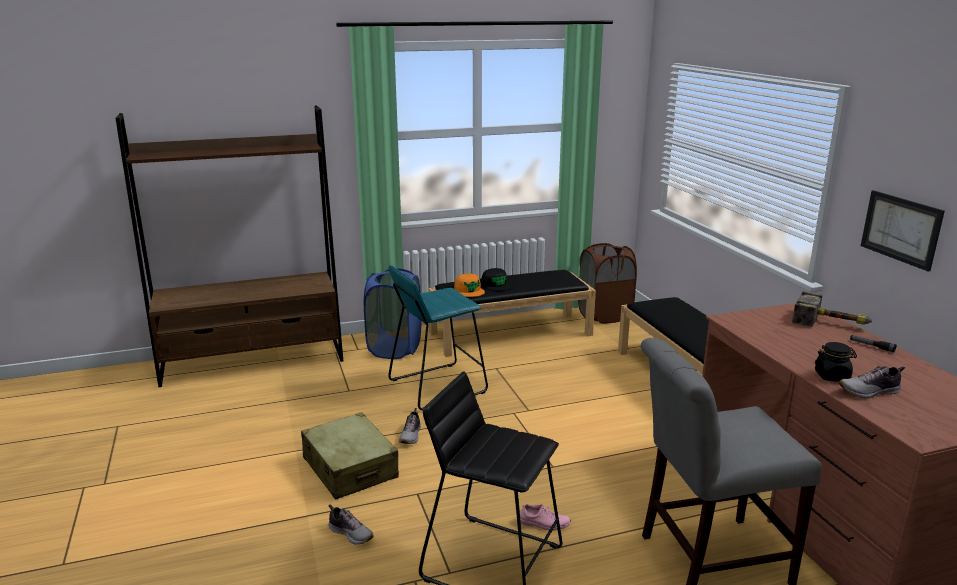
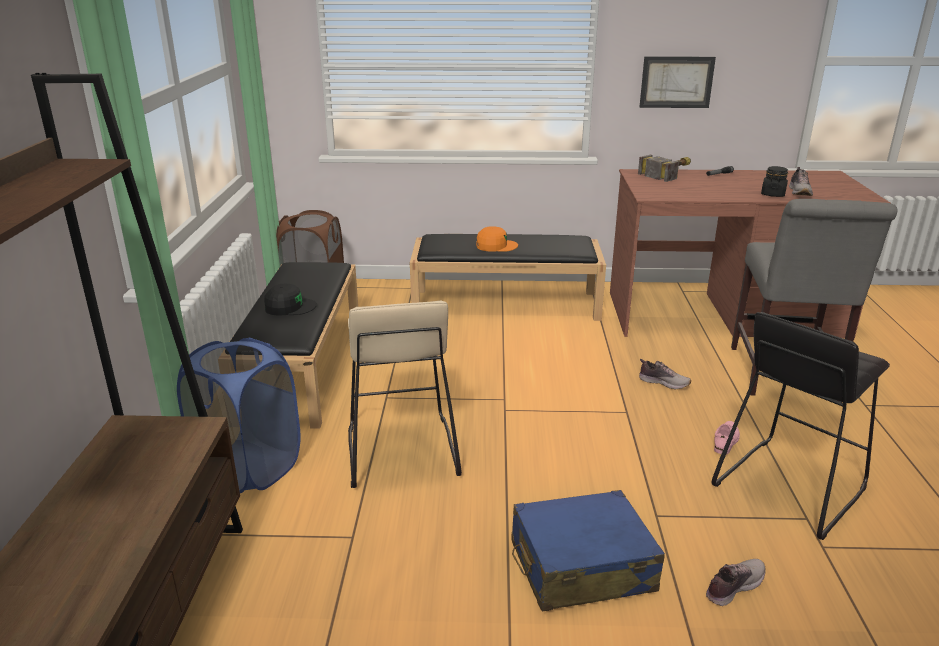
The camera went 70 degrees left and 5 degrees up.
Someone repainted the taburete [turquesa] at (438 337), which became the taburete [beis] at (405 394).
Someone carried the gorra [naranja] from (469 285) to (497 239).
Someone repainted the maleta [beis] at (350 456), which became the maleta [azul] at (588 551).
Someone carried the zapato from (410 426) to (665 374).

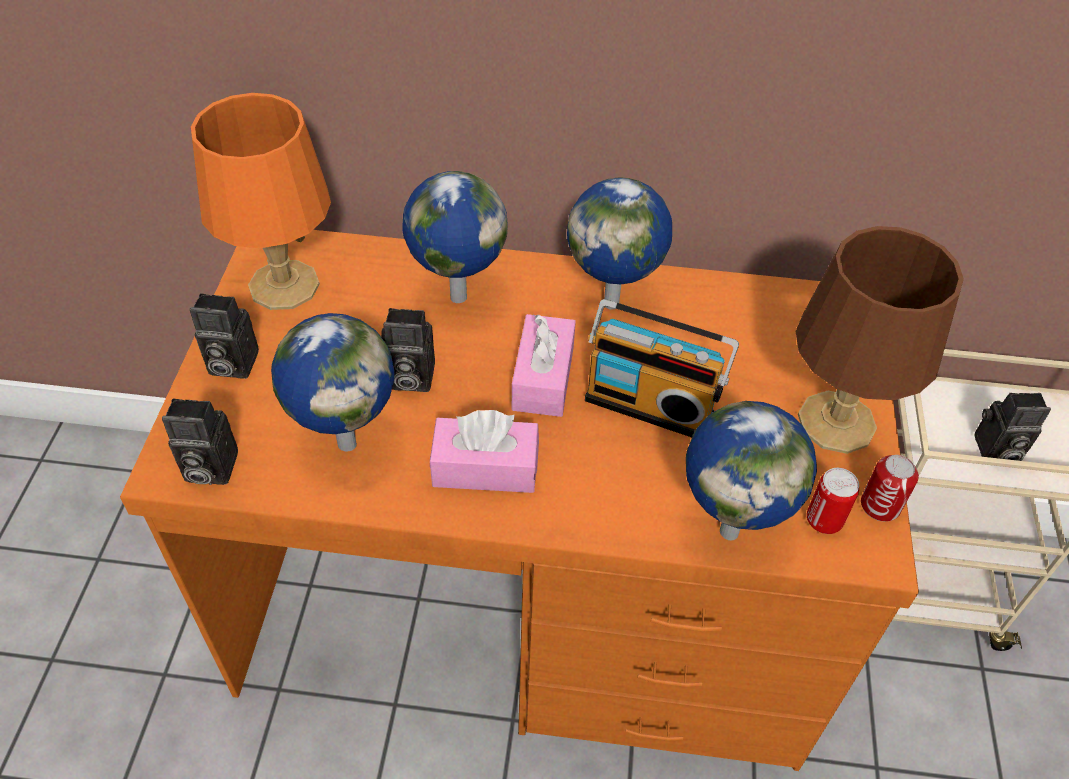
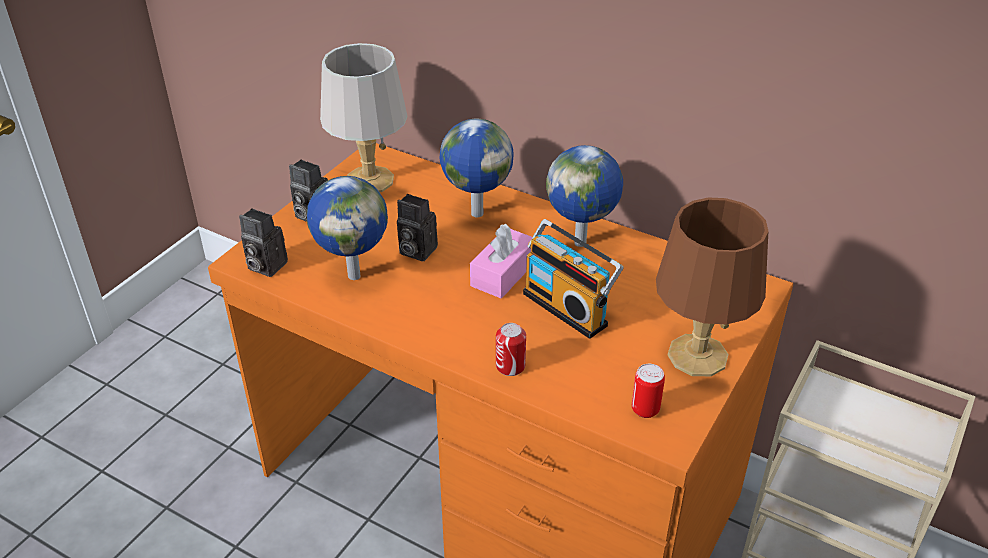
The camera went 25 degrees right and 10 degrees down.
Someone repainted the lámpara de mesa [naranja] at (261 201), which became the lámpara de mesa [gris] at (364 117).
Someone carried the lata from (890 488) to (511 349).
Someone took away the caja de pañuelos [rosa] at (484 451).
Someone took away the globo terráqueo at (751 470).
Someone took away the cámara at (1012 427).

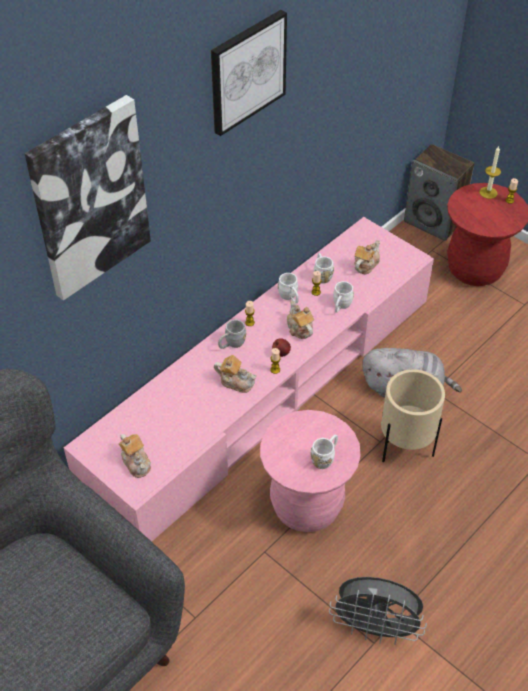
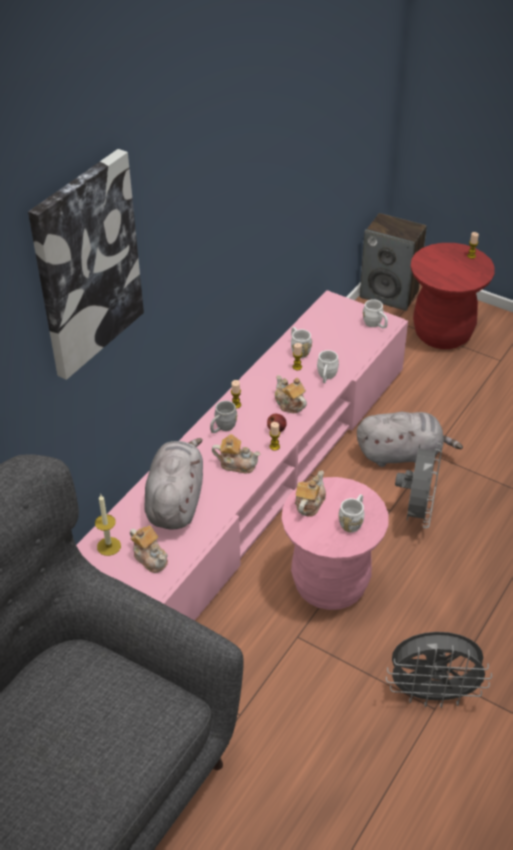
The camera went 10 degrees left and 5 degrees down.
Someone carried the vela from (490 172) to (108 525).
Someone put down the peluche [gris] at (173 483).
Someone carried the tetera from (367 257) to (310 494).
Someone carried the taza grande [blanco] from (288 288) to (375 314).
Someone swapped the maceta [beis] at (413 416) for the ventilador [gris] at (419 485).
Someone took away the cuadro at (249 73).

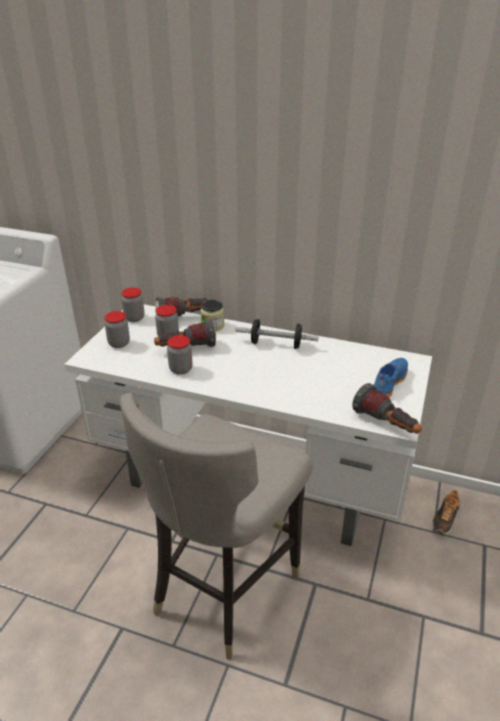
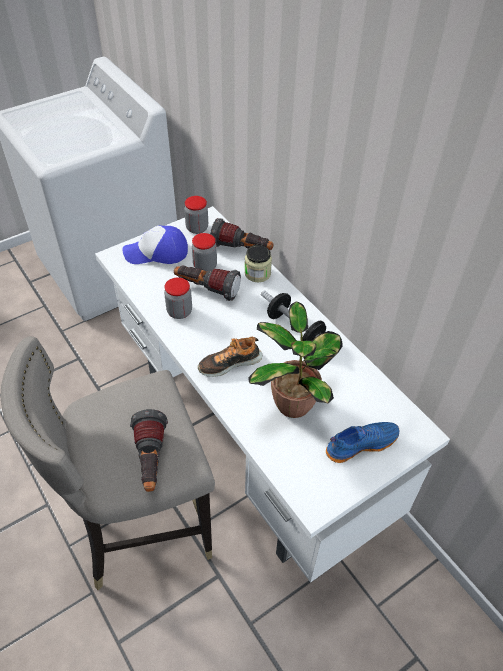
The camera went 35 degrees right and 15 degrees up.
Someone swapped the tarro at (117 329) for the gorra at (155 244).
Someone carried the linterna from (387 408) to (149 450).
Someone carried the zapato from (446 512) to (230 356).
Someone put down the planta en maceta at (295 360).

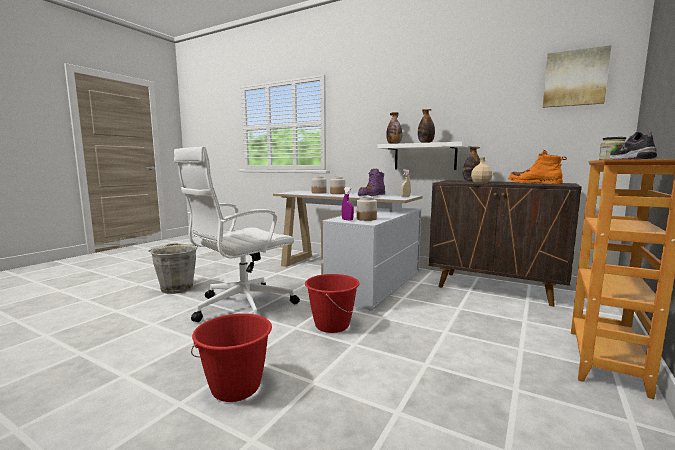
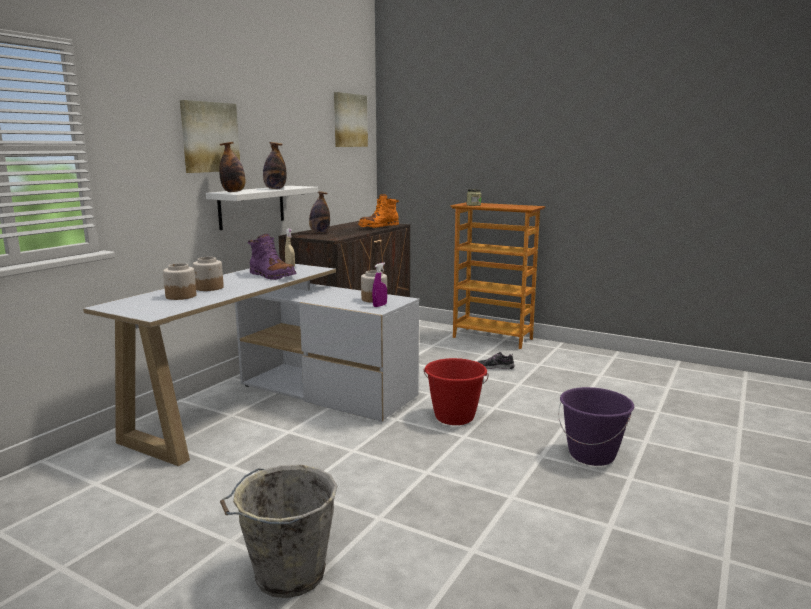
The camera went 90 degrees left and 5 degrees up.
Someone put up the cuadro at (210 136).
Someone carried the zapato from (633 145) to (495 360).
Someone repainted the cubo [rojo] at (231 357), which became the cubo [morado] at (596 426).
Someone took away the silla de oficina [blanco] at (237 234).
Someone took away the botella [beis] at (481 170).

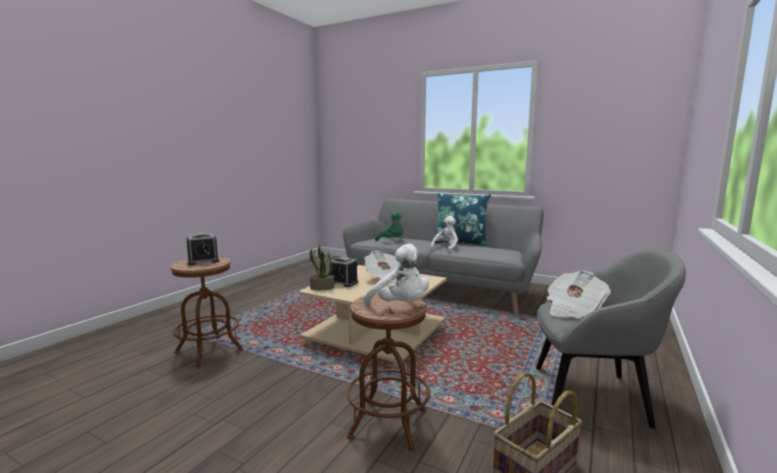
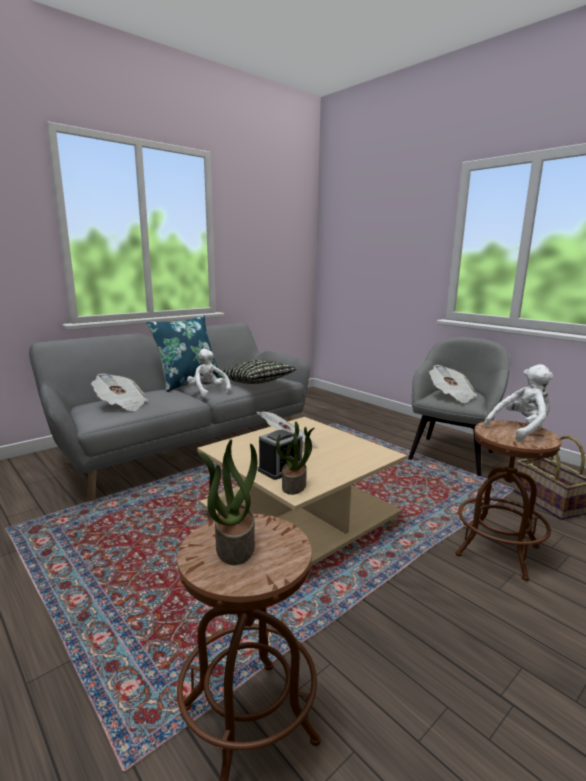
The camera went 70 degrees left and 5 degrees up.
Someone swapped the peluche [verde] at (389 226) for the periódico at (119 392).
Someone swapped the despertador at (203 249) for the planta en maceta at (227 502).
Someone put down the cojín at (260 371).

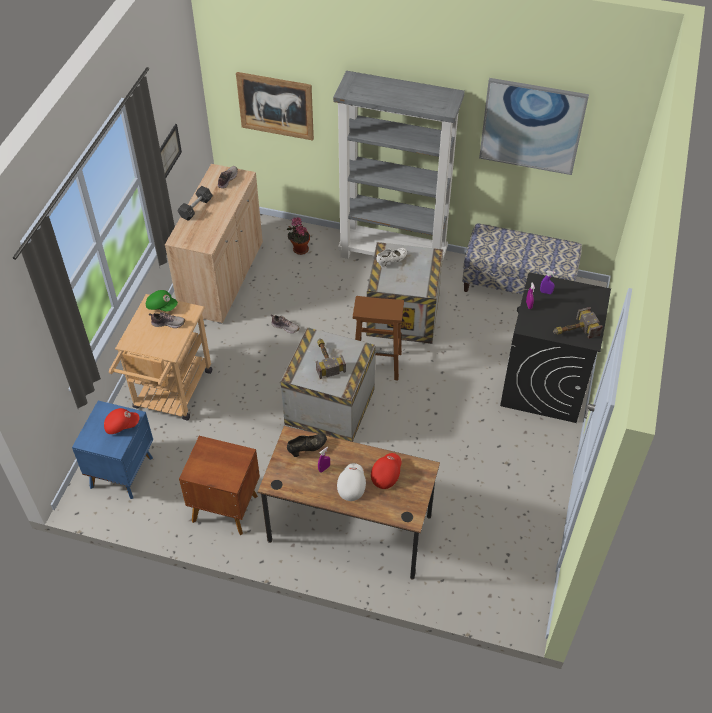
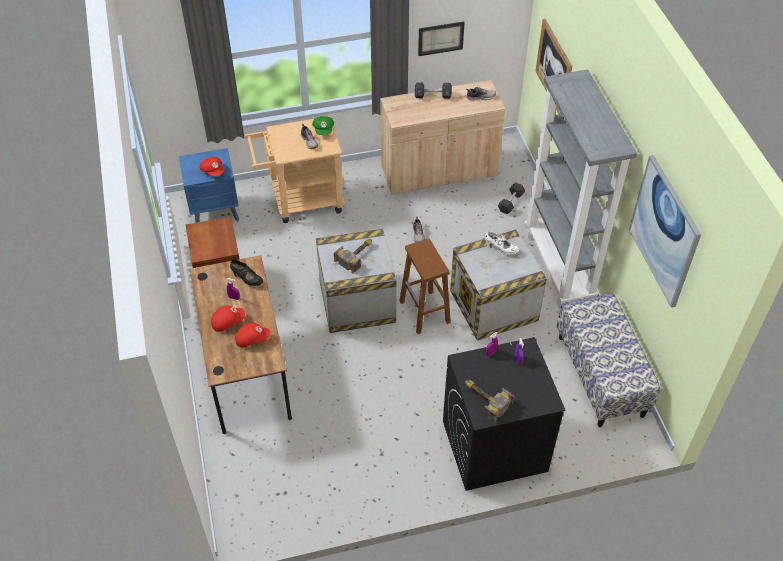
The camera went 60 degrees right and 0 degrees up.
Someone repainted the gorra [blanco] at (351 482), which became the gorra [rojo] at (228 318).
Someone swapped the planta en maceta at (298 236) for the mancuerna [negro] at (511 198).

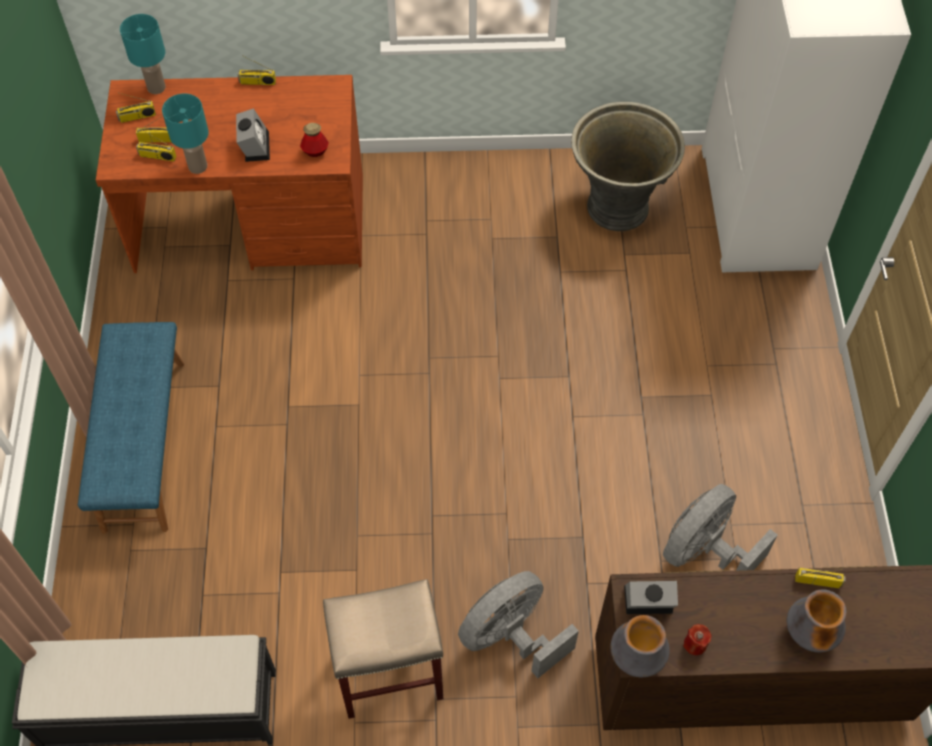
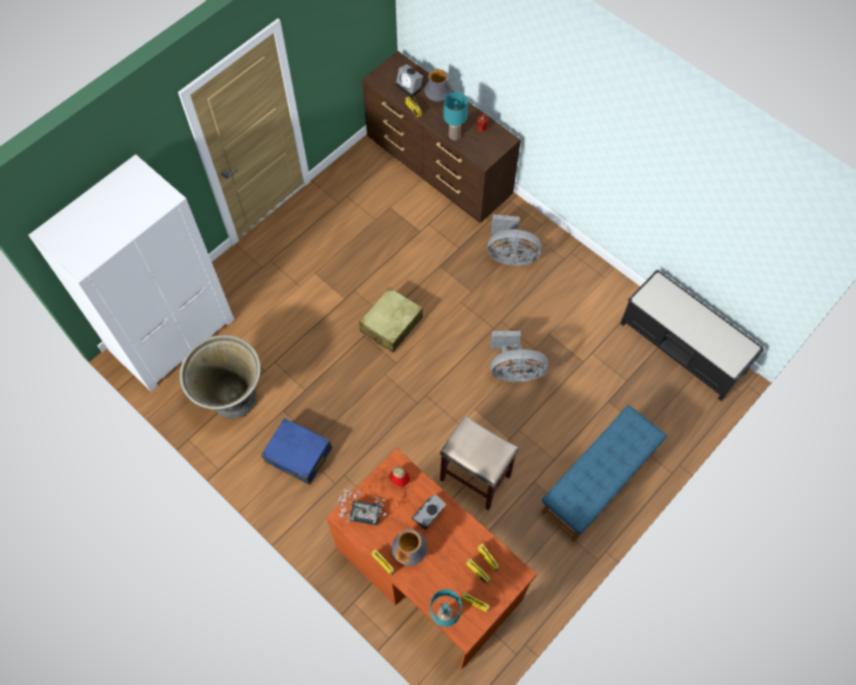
The camera went 135 degrees left and 5 degrees up.
Someone put down the maleta [azul] at (296 451).
Someone put down the planta en maceta at (362 507).
Someone put down the maleta [beis] at (391 320).
Someone carried the florero from (640 646) to (409 547).
Someone carried the despertador from (651 597) to (409 81).
Someone carried the taburete [beis] from (383 649) to (479 463).
Someone carried the lámpara de mesa [turquesa] from (185 134) to (455 116).
Someone carried the ventilador [gris] from (720 527) to (519 356).

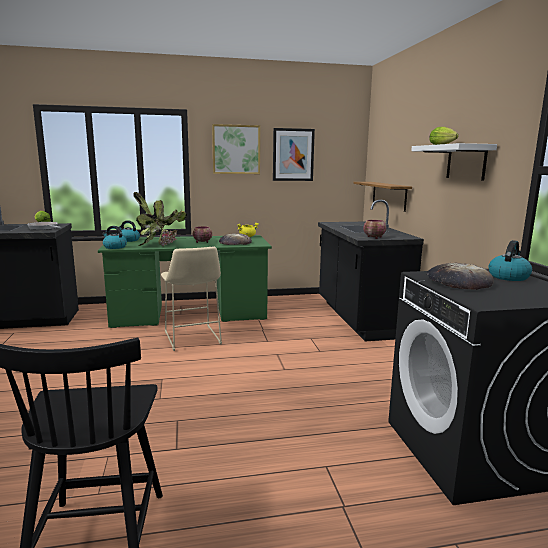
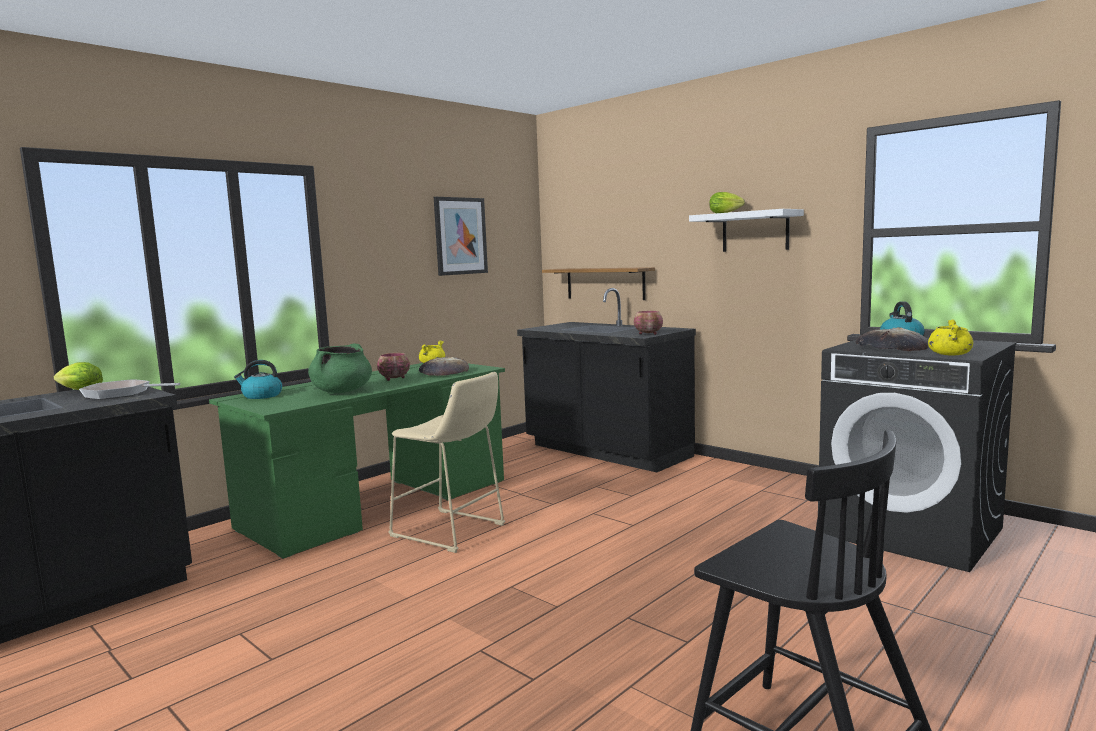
The camera went 35 degrees left and 5 degrees down.
Someone swapped the planta en maceta at (160 219) for the olla [verde] at (340 368).
Someone put down the olla [amarillo] at (950 337).
Someone took away the hervidor at (115 237).
Someone took away the cuadro at (236 149).

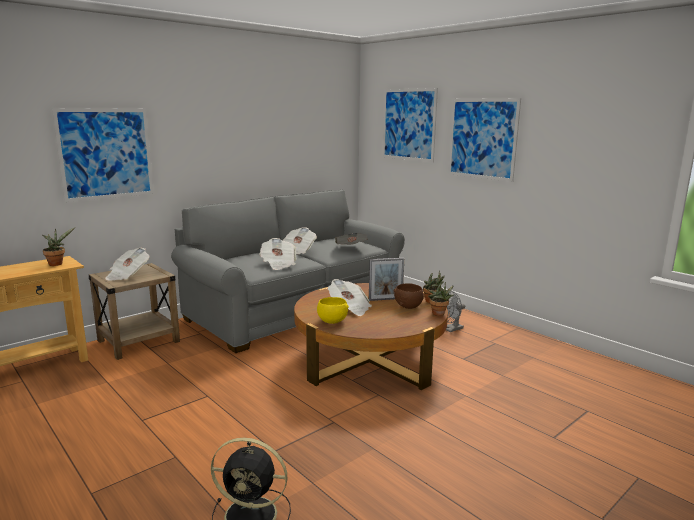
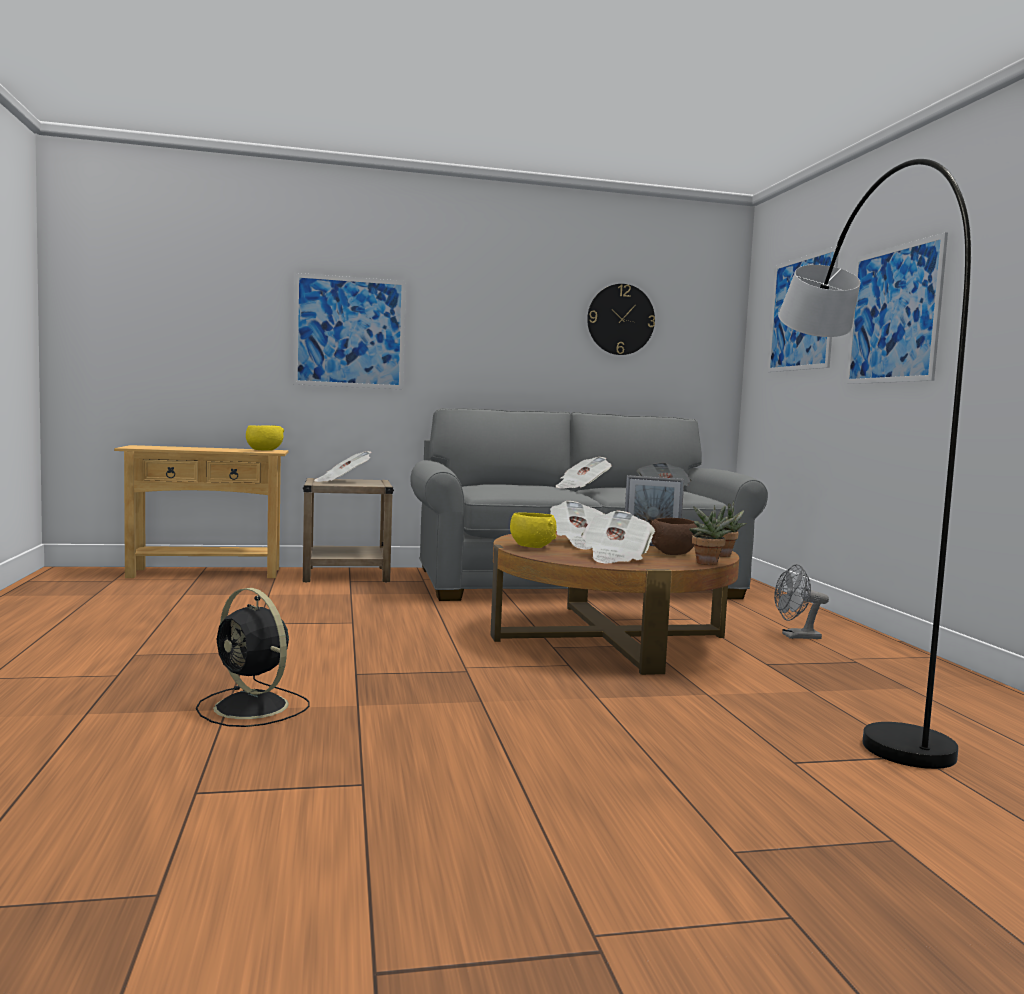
The camera went 30 degrees right and 10 degrees down.
Someone swapped the planta en maceta at (58 246) for the cuenco [amarillo] at (265 438).
Someone carried the periódico from (277 254) to (618 537).
Someone put up the reloj de pared at (621 319).
Someone put down the lámpara de pie [gris] at (874 464).

